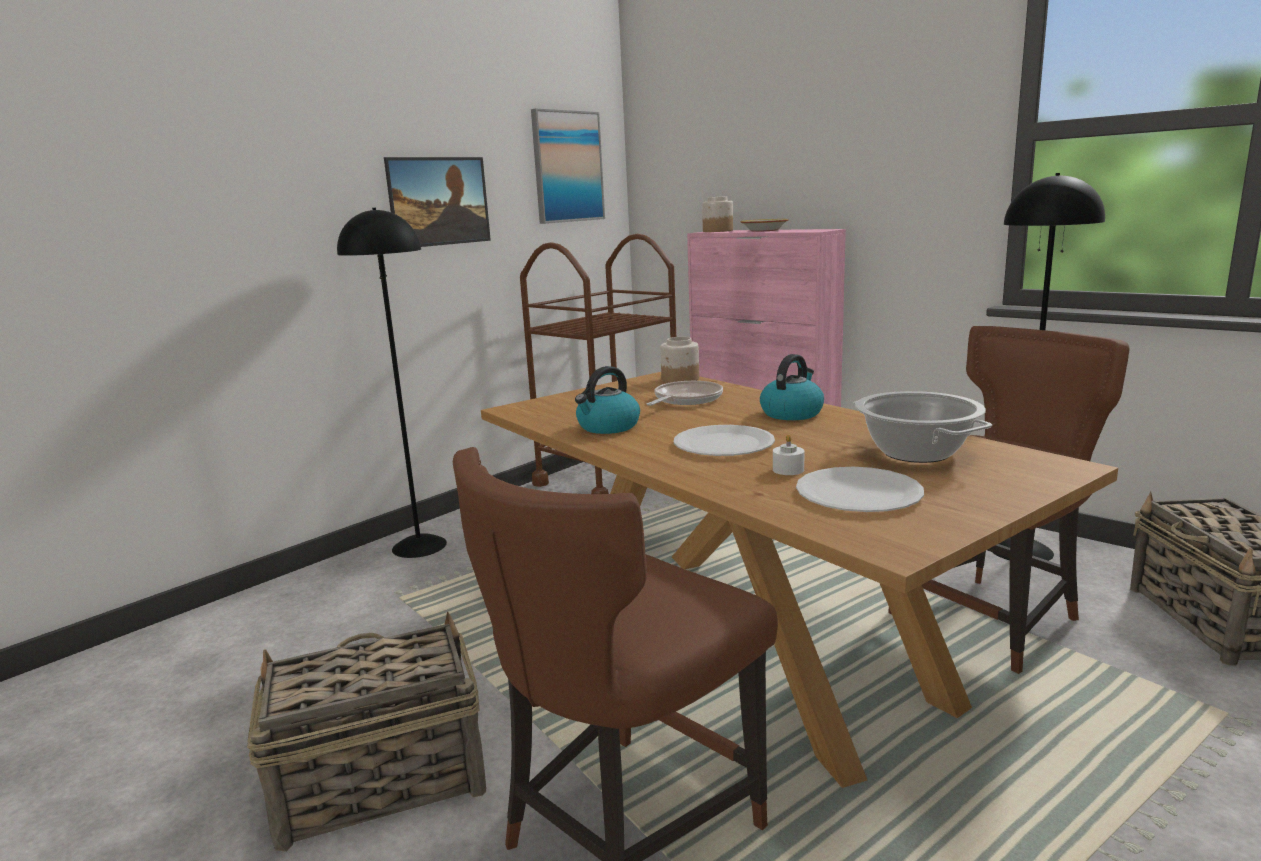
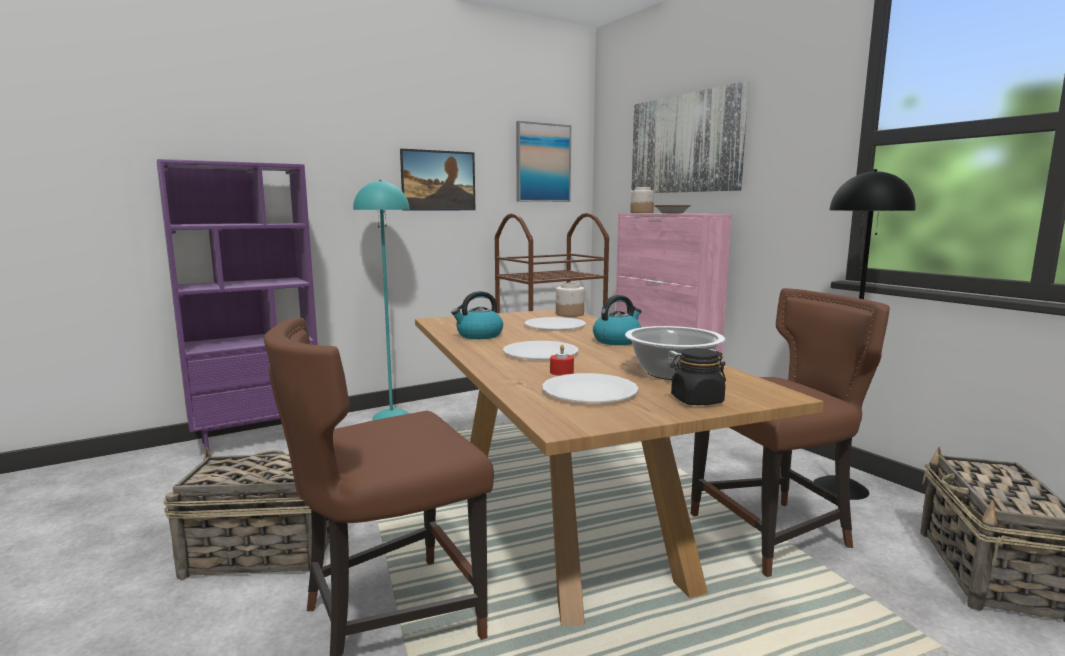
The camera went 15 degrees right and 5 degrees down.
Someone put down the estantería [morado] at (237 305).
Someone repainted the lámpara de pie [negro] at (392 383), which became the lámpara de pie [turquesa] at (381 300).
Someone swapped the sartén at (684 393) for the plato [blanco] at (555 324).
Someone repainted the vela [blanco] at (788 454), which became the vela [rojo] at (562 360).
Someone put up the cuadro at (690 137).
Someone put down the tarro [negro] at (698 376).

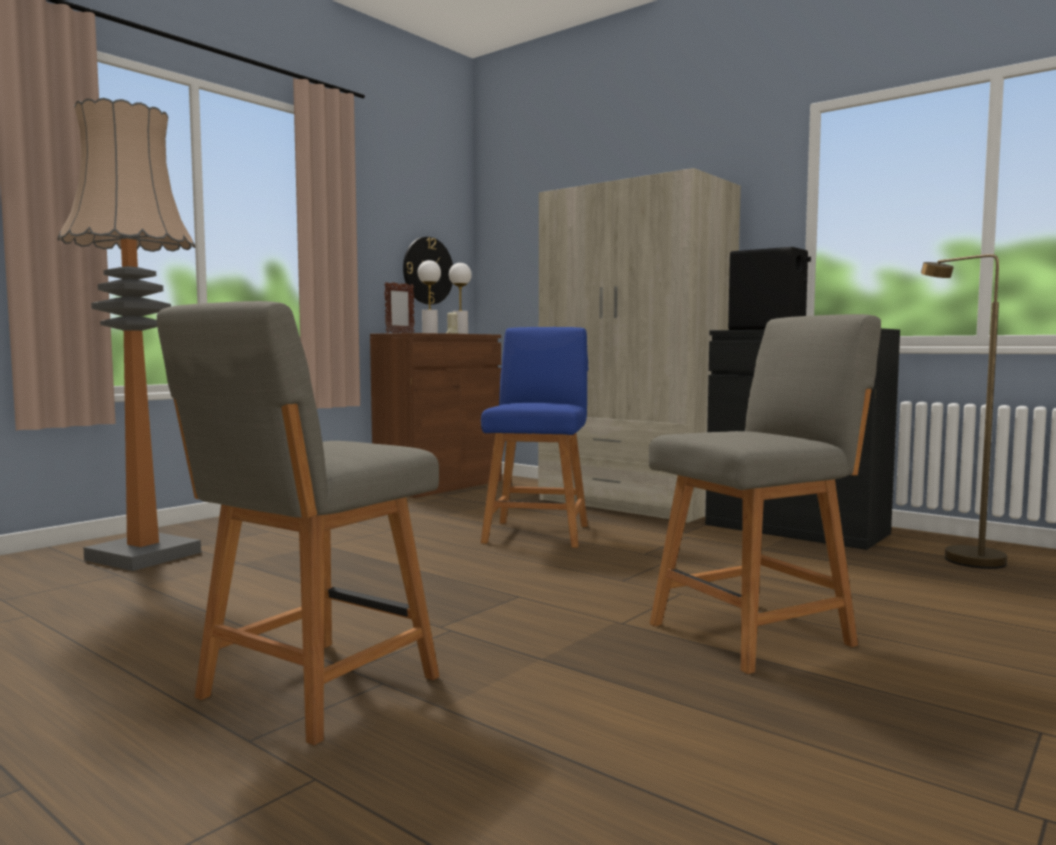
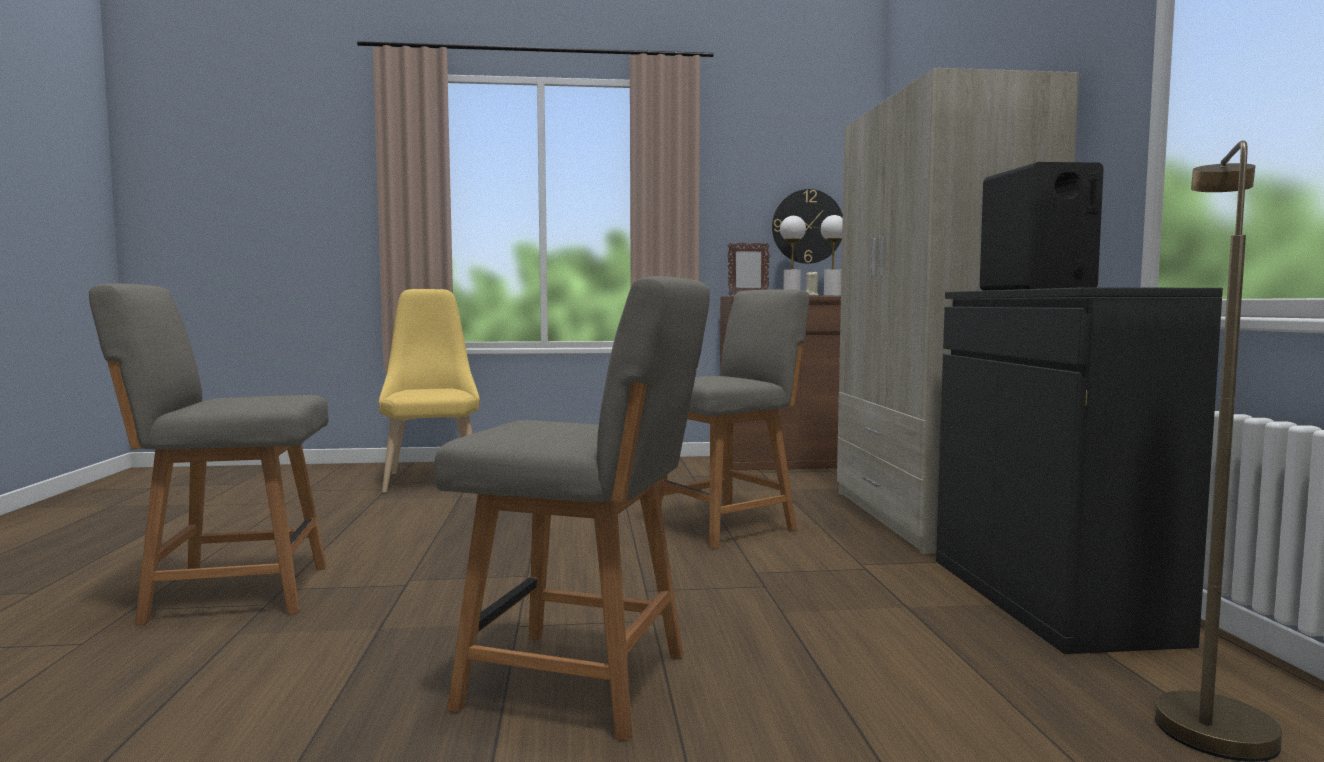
The camera went 45 degrees right and 0 degrees up.
Someone swapped the lámpara de pie at (129 334) for the silla [amarillo] at (429 391).
Someone repainted the silla [azul] at (534 437), which became the silla [gris] at (733 419).

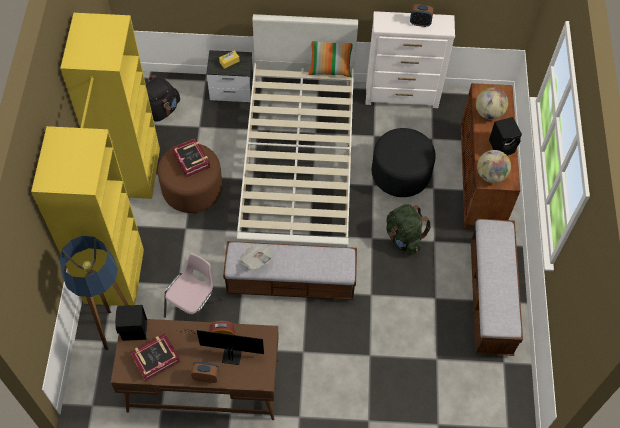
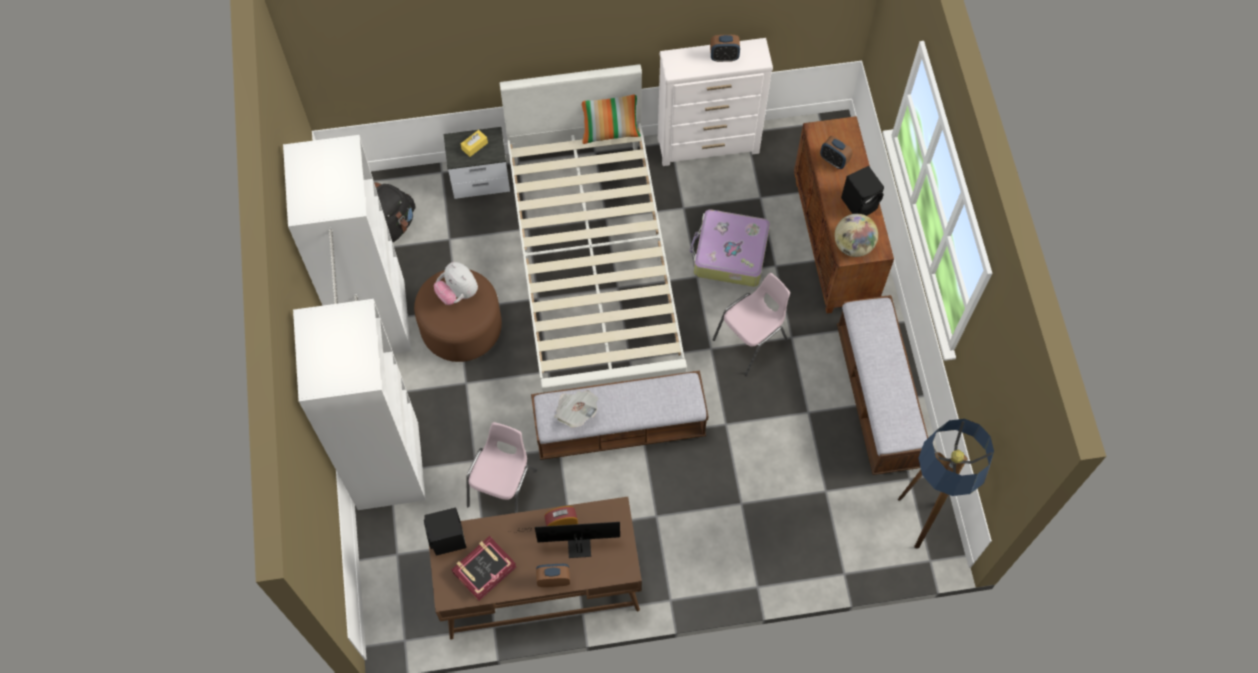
The camera went 10 degrees left and 5 degrees up.
Someone repainted the armario ropero [amarillo] at (95 159), which became the armario ropero [blanco] at (354 322).
Someone swapped the libro at (191 158) for the peluche at (456 283).
Someone swapped the puf [negro] at (404 162) for the maleta at (730 248).
Someone swapped the mochila [verde] at (408 229) for the silla [rosa] at (751 324).
Someone swapped the globo terráqueo at (492 103) for the despertador at (836 152).
Someone carried the lámpara de pie from (94 293) to (946 484).

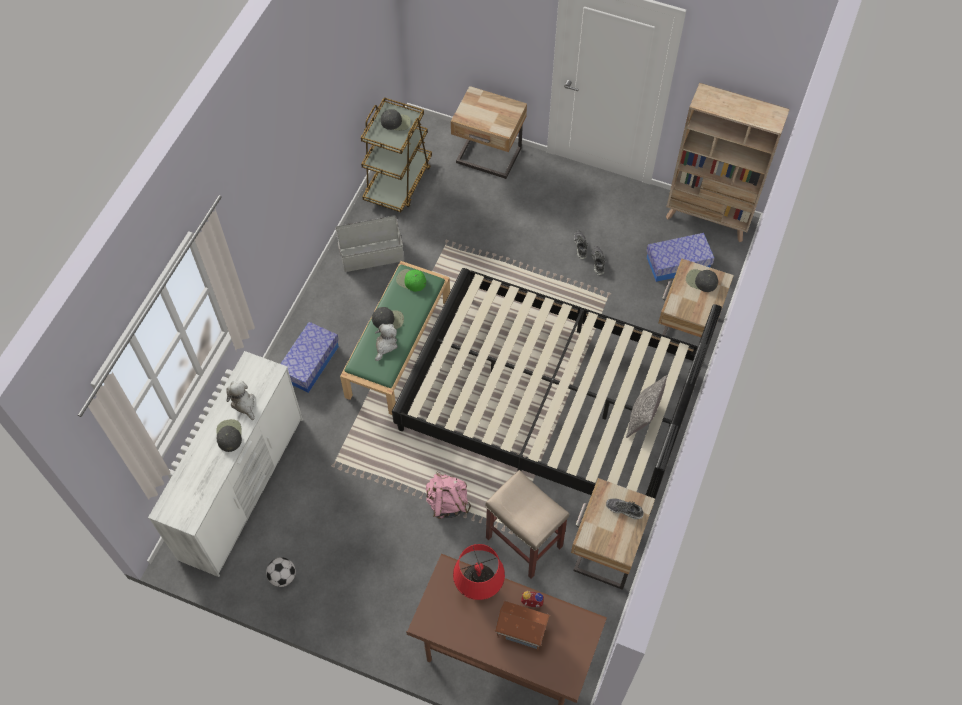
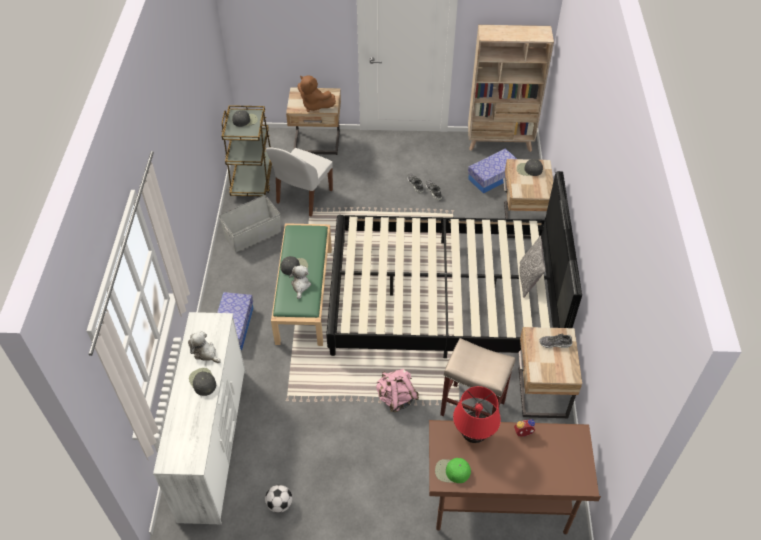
The camera went 20 degrees left and 10 degrees down.
Someone put down the silla [blanco] at (299 182).
Someone put down the peluche [marrón] at (316 93).
Someone carried the gorra [verde] from (411 280) to (453 470).
Someone took away the casita at (522 625).

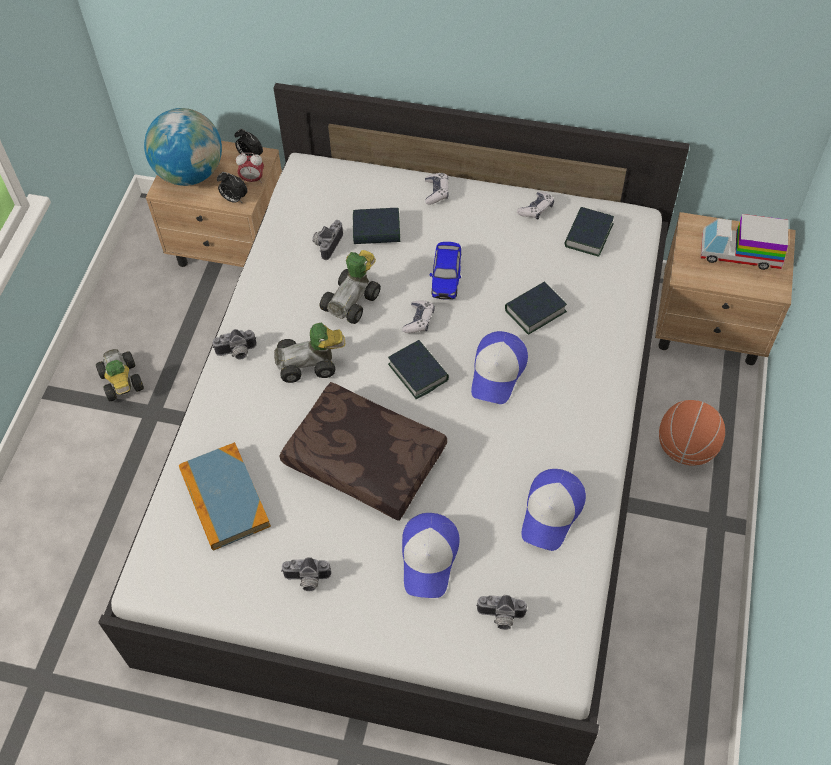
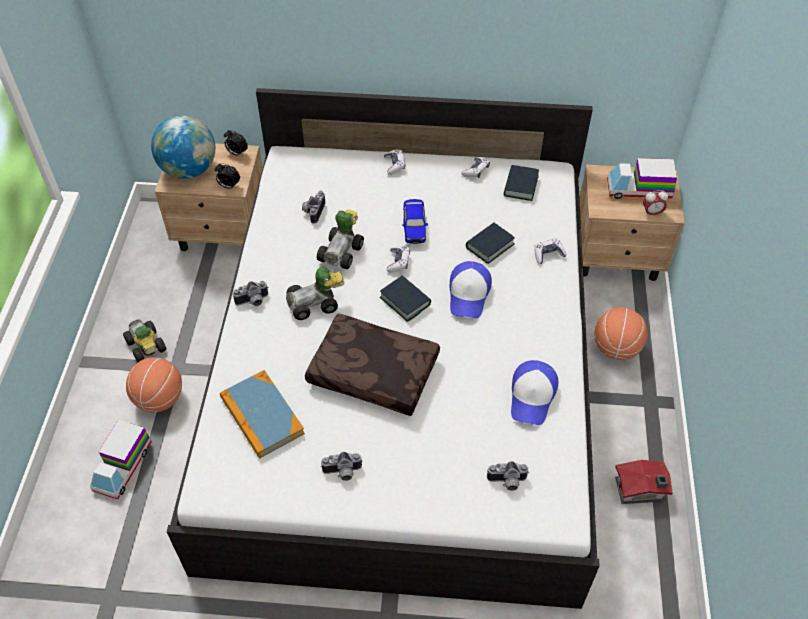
The camera went 10 degrees left and 5 degrees down.
Someone put down the camión de juguete at (121 460).
Someone put down the balón de baloncesto at (154 384).
Someone put down the mando de consola at (550 251).
Someone put down the casita at (644 482).
Someone carried the despertador from (250 168) to (655 203).
Someone took away the libro at (376 226).
Someone took away the gorra at (431 555).

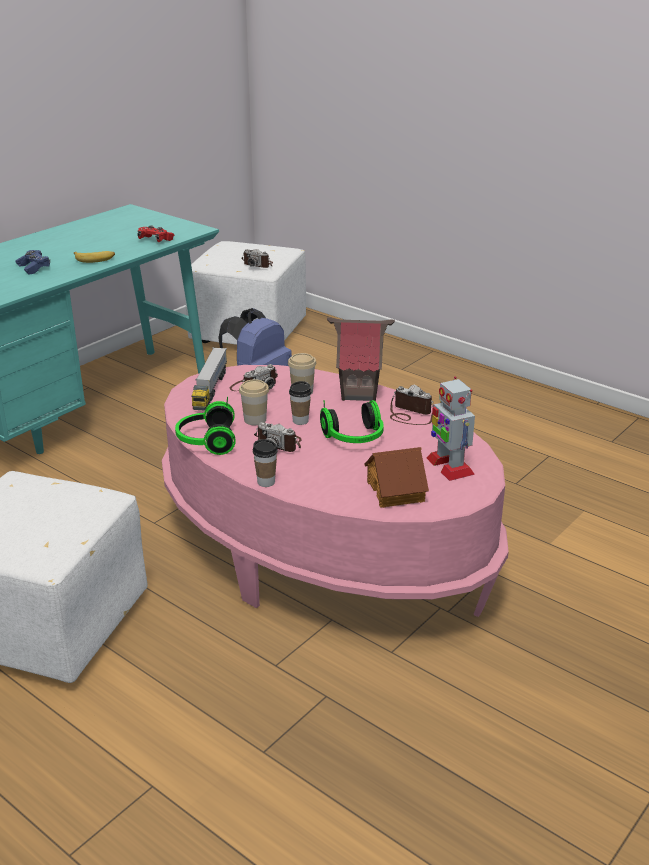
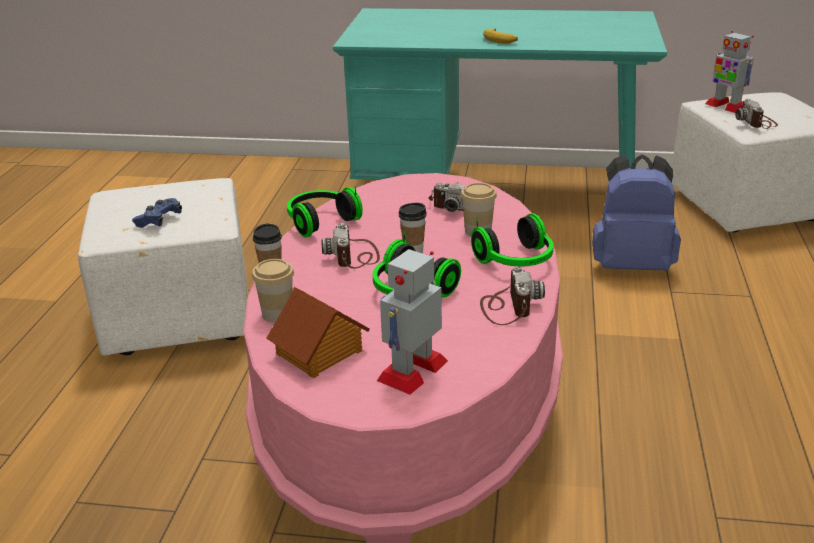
The camera went 60 degrees right and 0 degrees up.
Someone carried the mando de consola [azul] from (32 262) to (157 213).
Someone carried the taza from (254 402) to (273 290).
Someone swapped the casita at (361 359) for the auriculares at (512 240).
Someone put down the robot de juguete at (729 72).
Someone took away the mando de consola [rojo] at (155 233).
Someone took away the camión de juguete at (209 379).

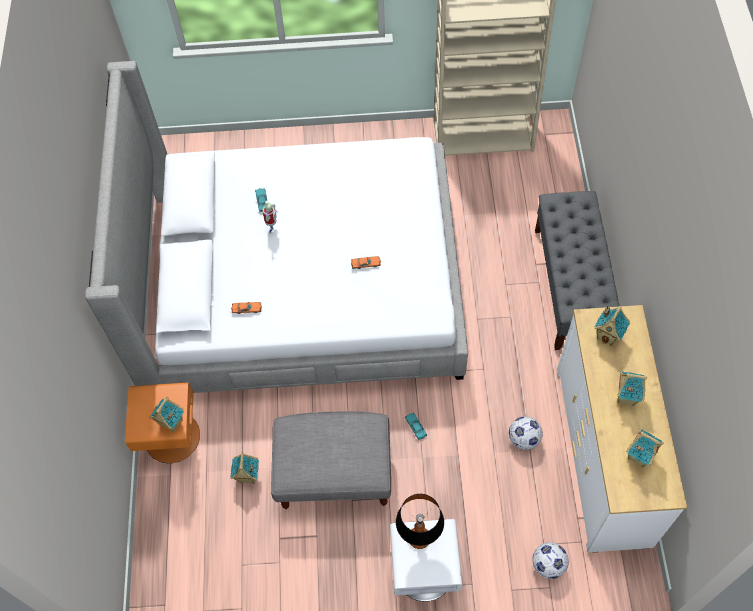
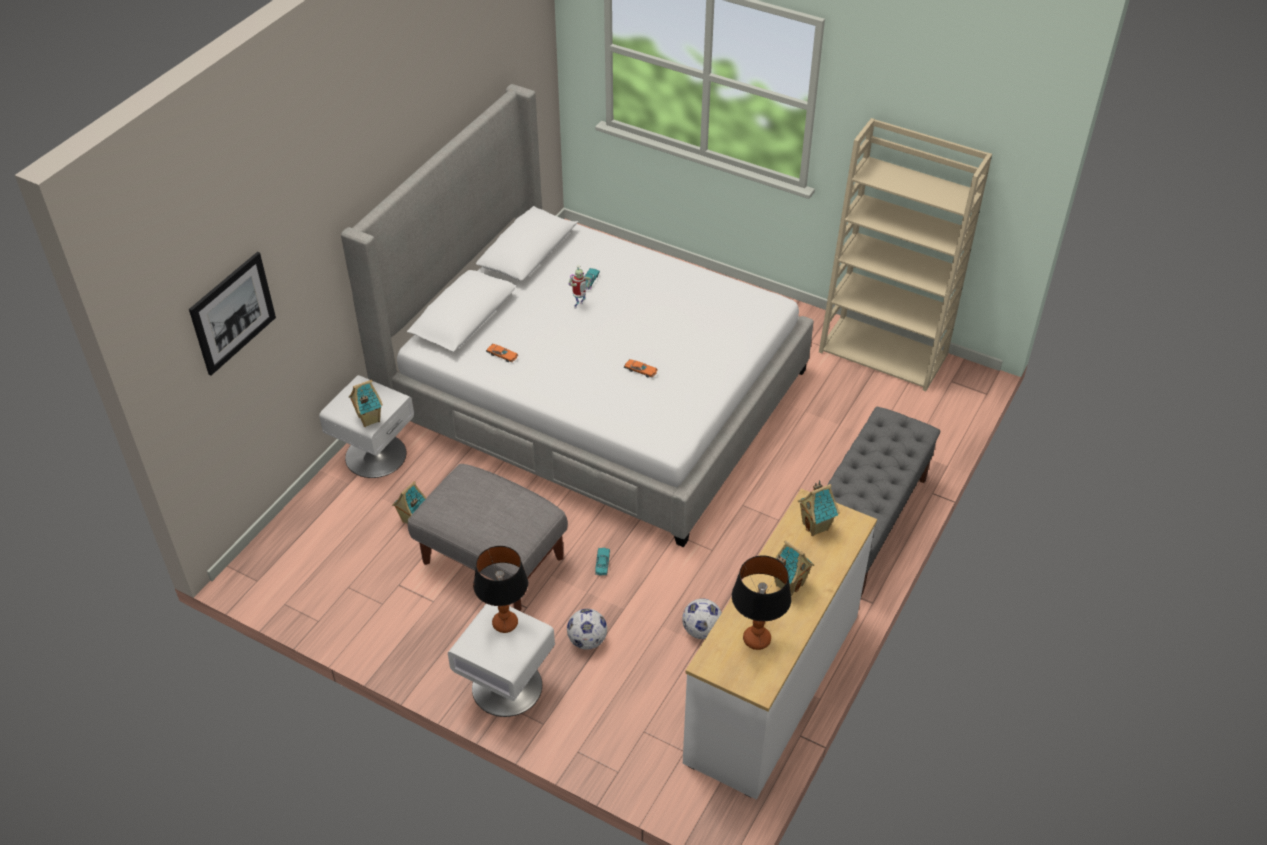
The camera went 30 degrees right and 15 degrees down.
Someone put up the cuadro at (232 313).
Someone repainted the mesita de noche [naranja] at (162 422), which became the mesita de noche [blanco] at (366 426).
Someone carried the balón de fútbol from (550 560) to (587 629).
Someone swapped the casita at (645 448) for the lámpara de mesa at (762 603).

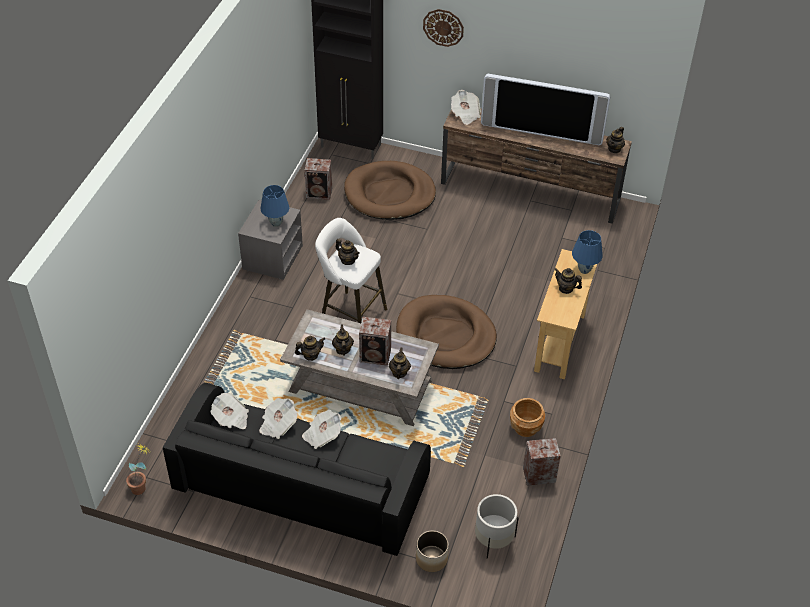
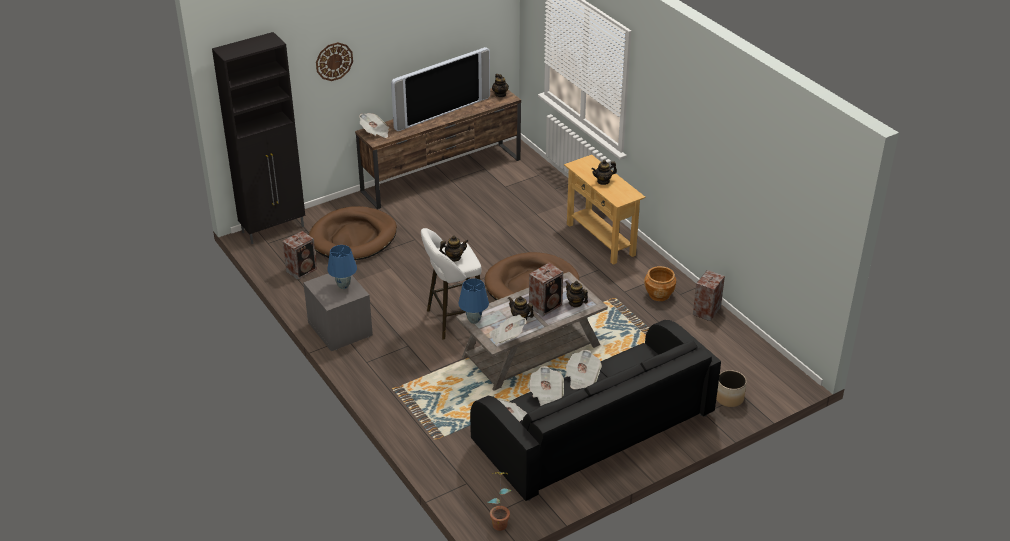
The camera went 50 degrees left and 10 degrees down.
Someone carried the lámpara de mesa [azul] from (587 252) to (473 301).
Someone swapped the tetera at (310 348) for the periódico at (508 329).
Someone took away the maceta [blanco] at (497 526).

